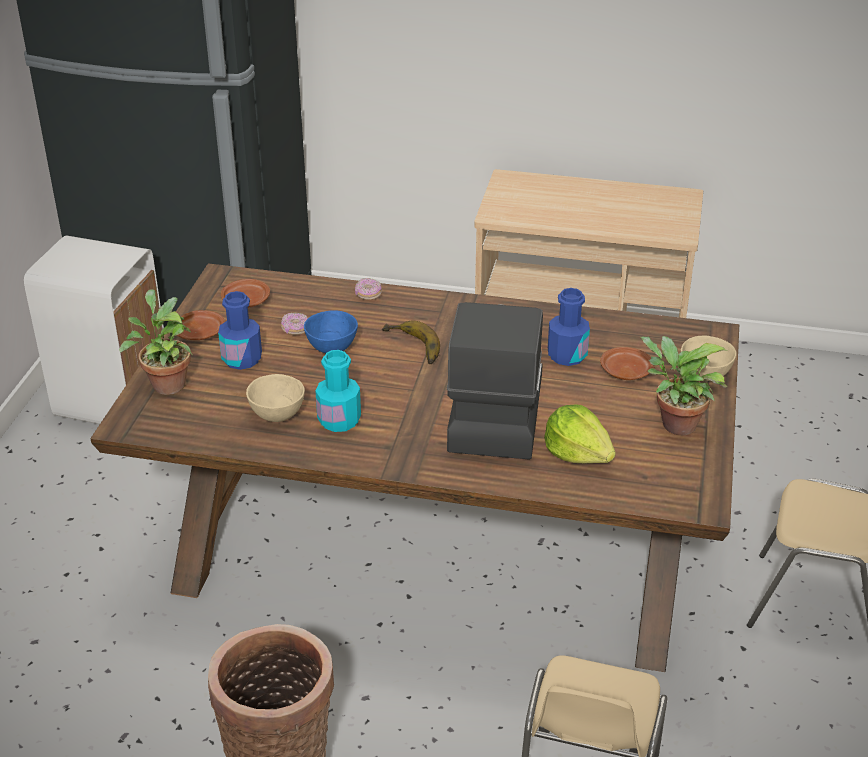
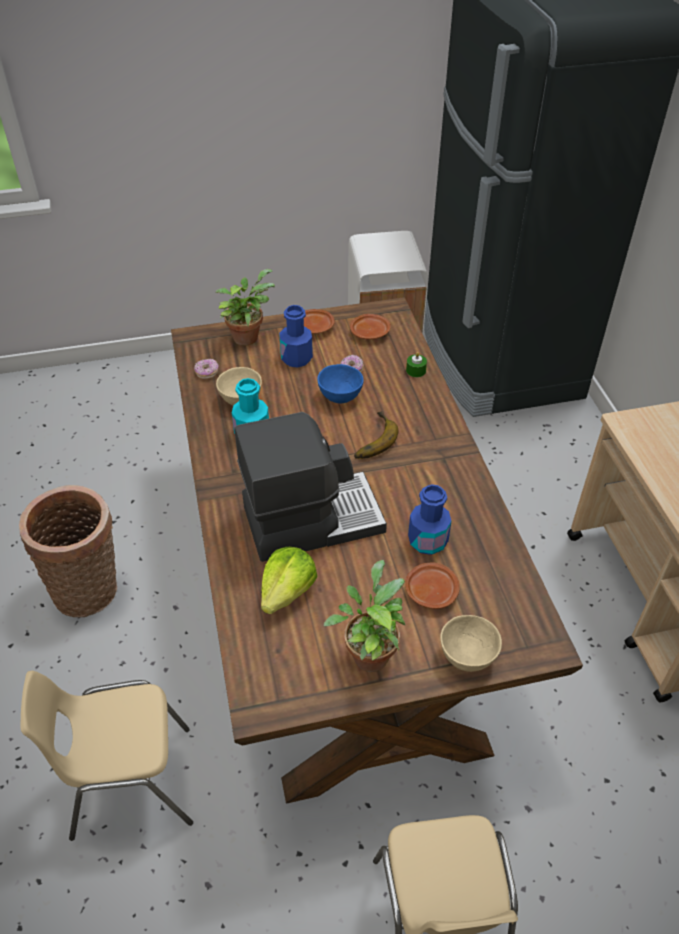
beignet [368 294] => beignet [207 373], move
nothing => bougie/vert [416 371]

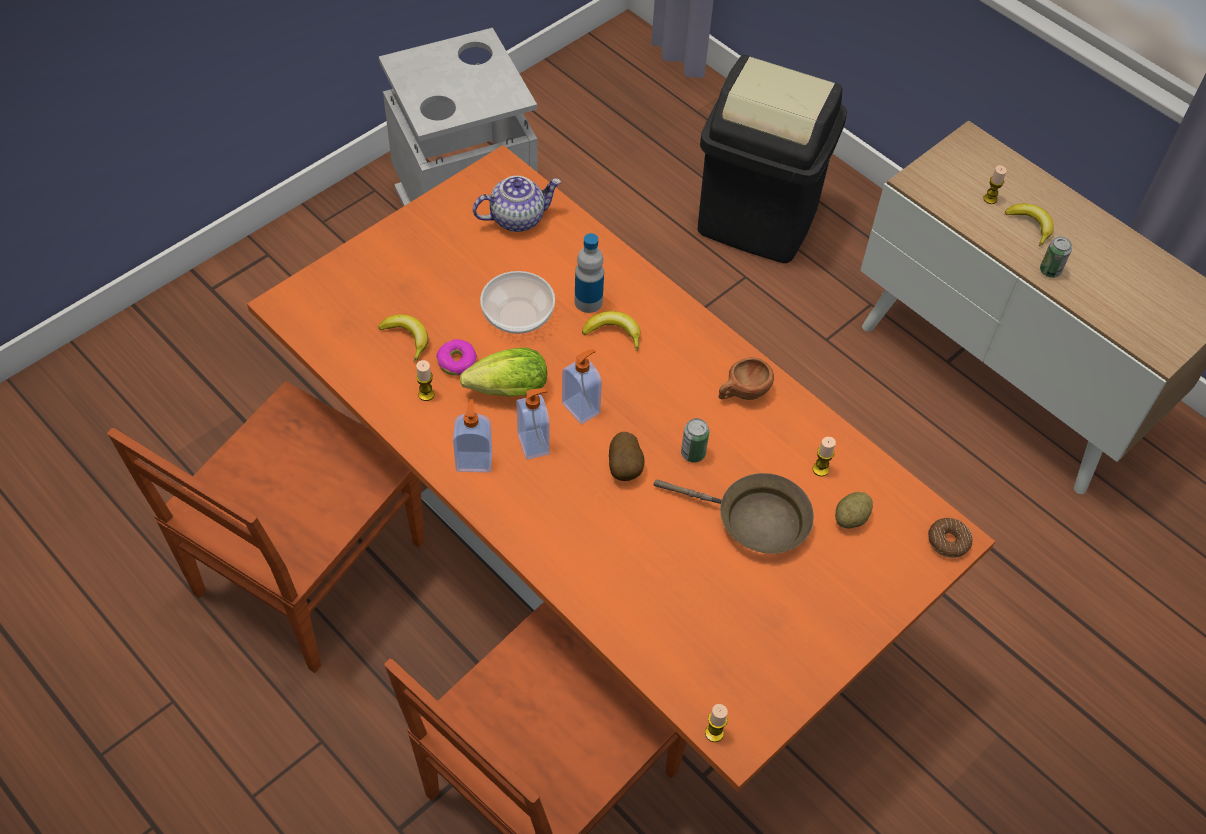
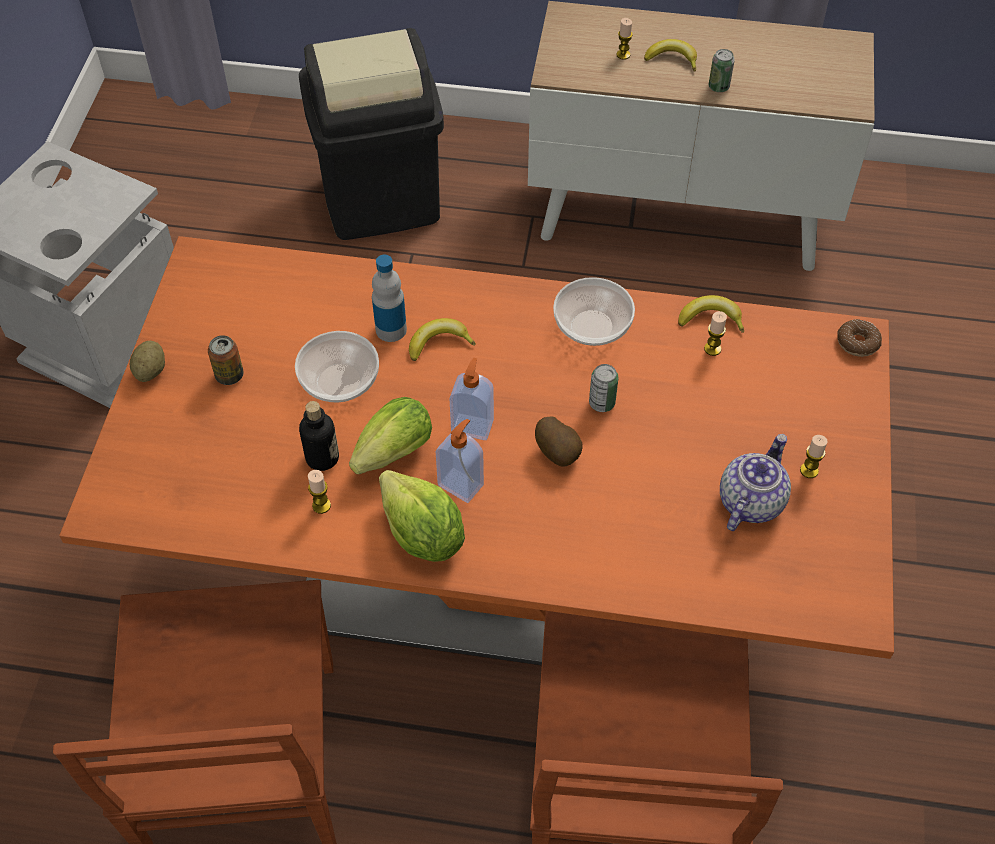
pomme de terre [851 518] => pomme de terre [151 371], move
nothing => boîte métallique [229 375]
beignet [457 362] => bouteille [322 458]
distributeur de savon [474 460] => laitue [422 535]
tasse/marron [742 393] => bol [593 326]
banane [407 338] => banane [710 318], move
théière [517 218] => théière [750 501], move
bougie [714 733] => bougie [809 470], move
poêle/marron [754 520] => nothing

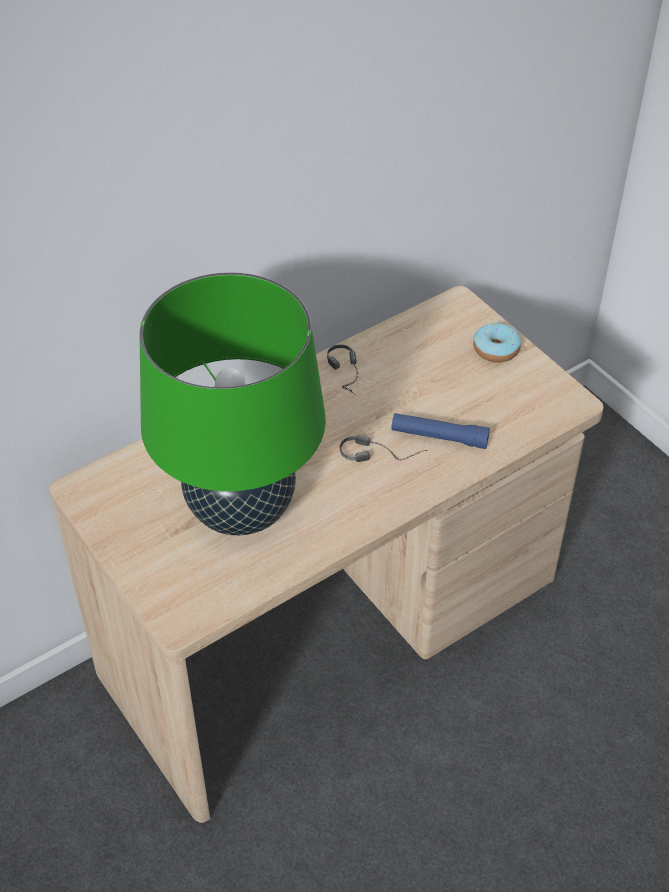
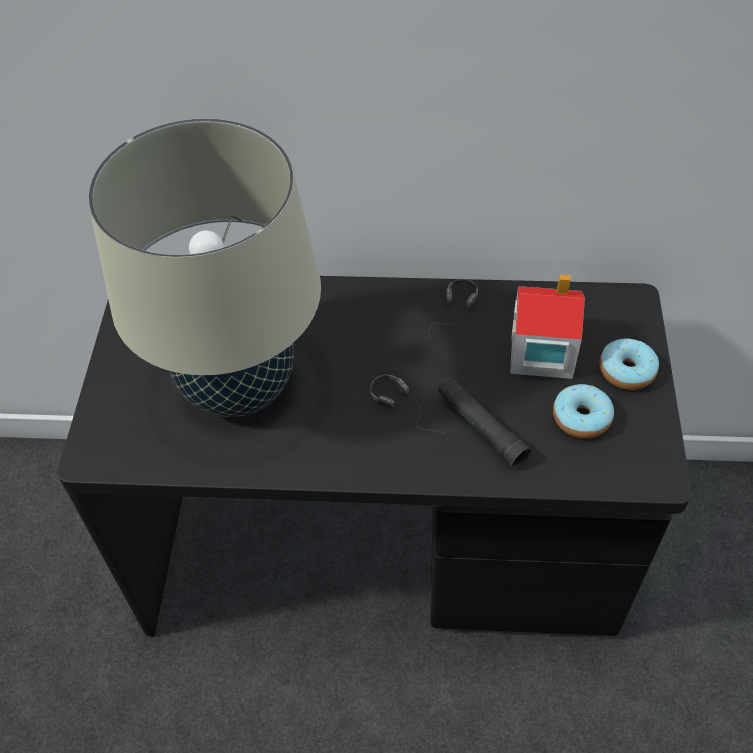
bureau/beige [333 630] => bureau/noir [383 546]
lampe de table/vert [240 509] => lampe de table/beige [238 386]
lampe de poche/bleu [439 437] => lampe de poche/noir [481 427]
nothing => maison miniature [540 352]
nothing => beignet [581 418]

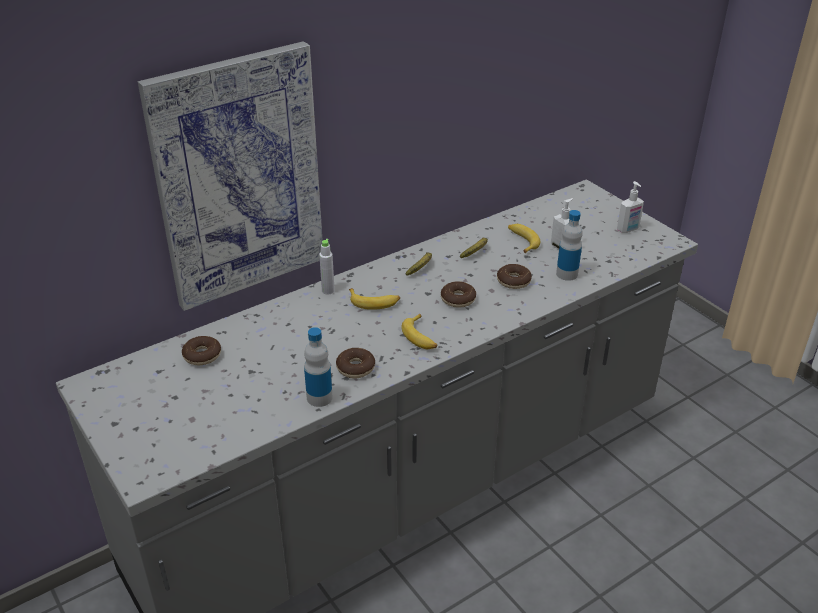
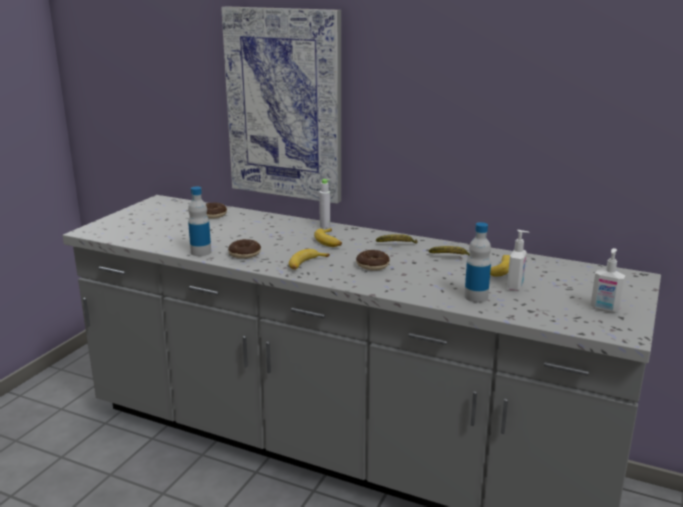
beignet [513 281] => nothing

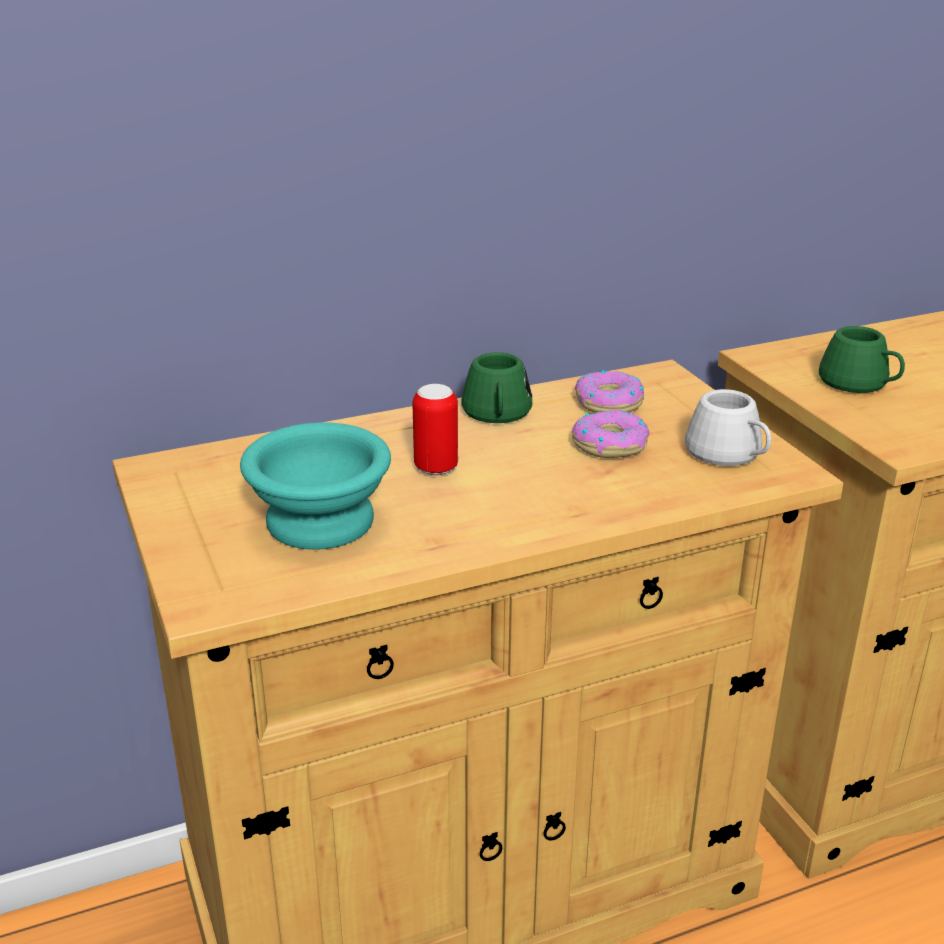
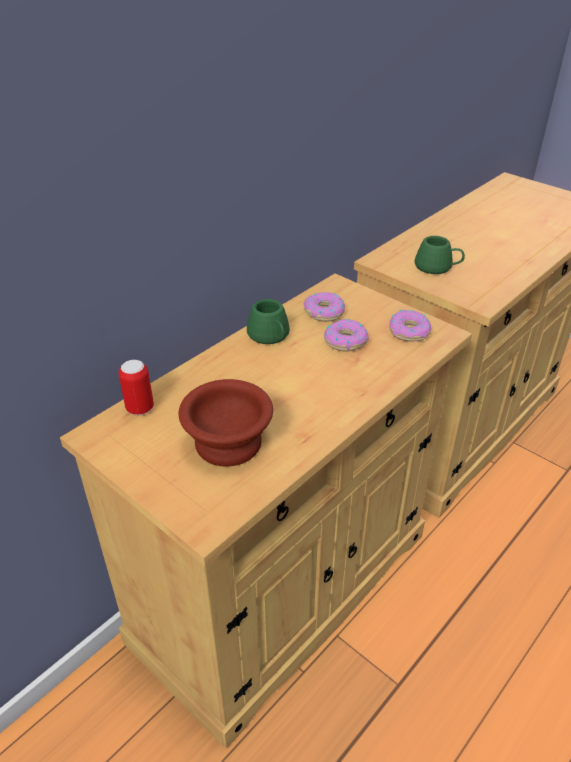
boîte métallique [436 468] => boîte métallique [140 408], move
bol/turquoise [325 521] => bol/marron [230 441]
mug/blanc [729 455] => beignet [409 331]

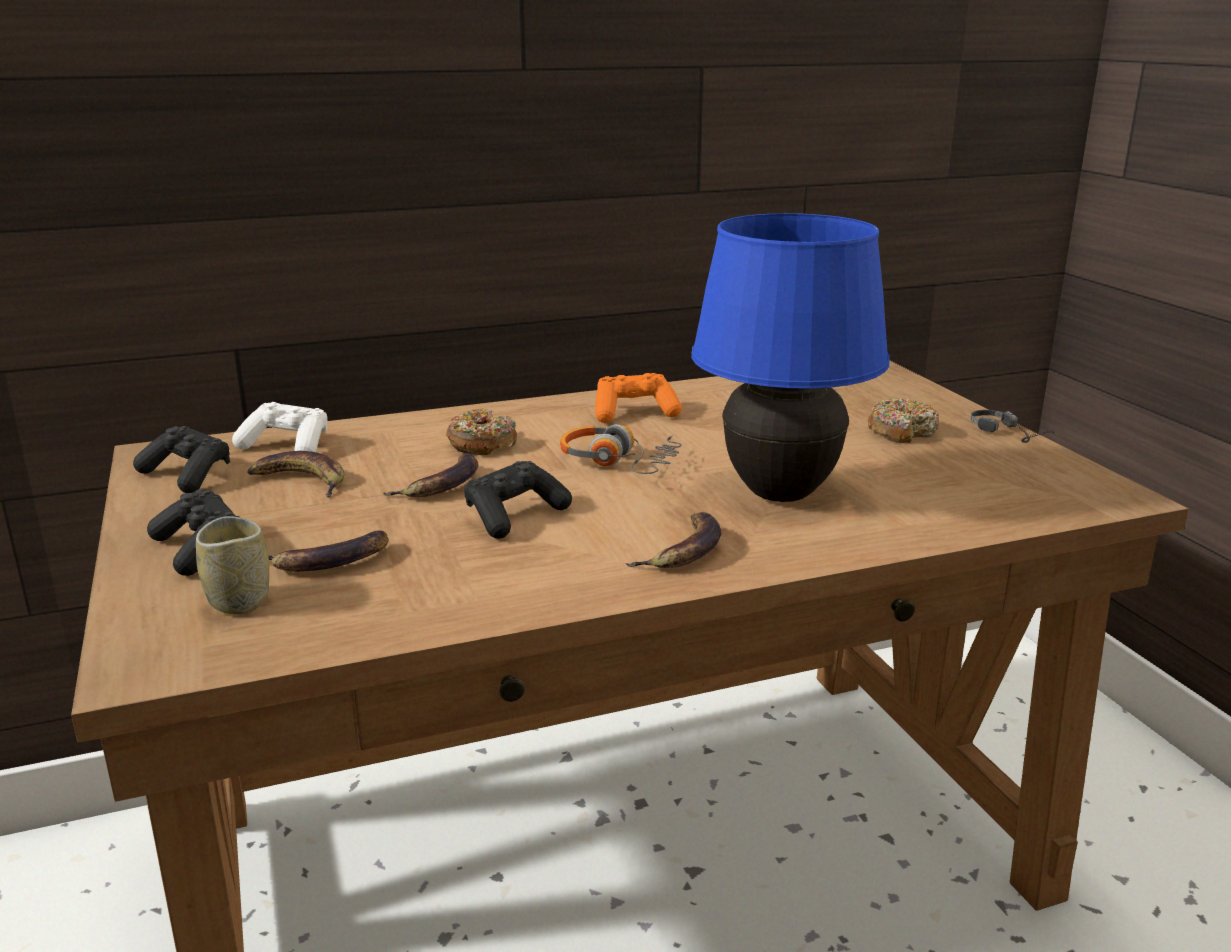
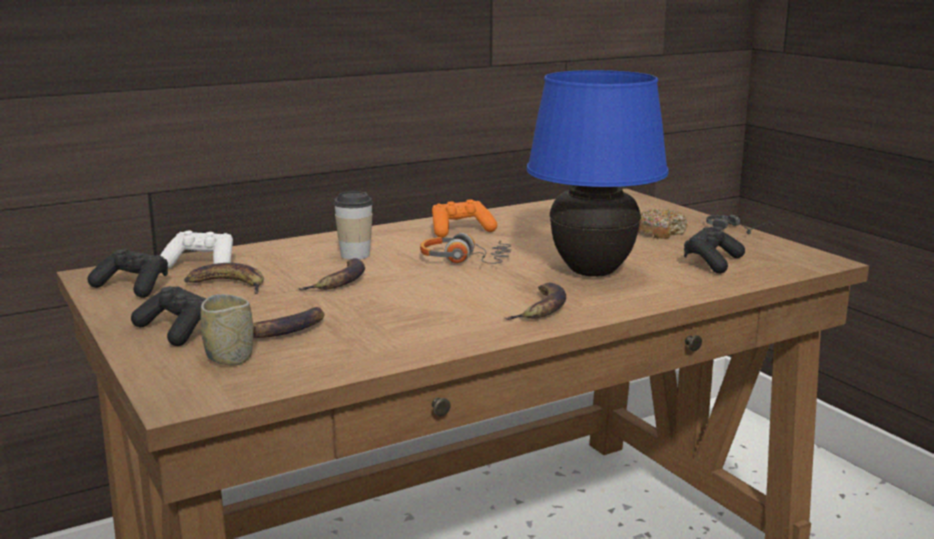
beignet [482 444] => tasse [355 255]
manette/noir [514 516] => manette/noir [712 262], move

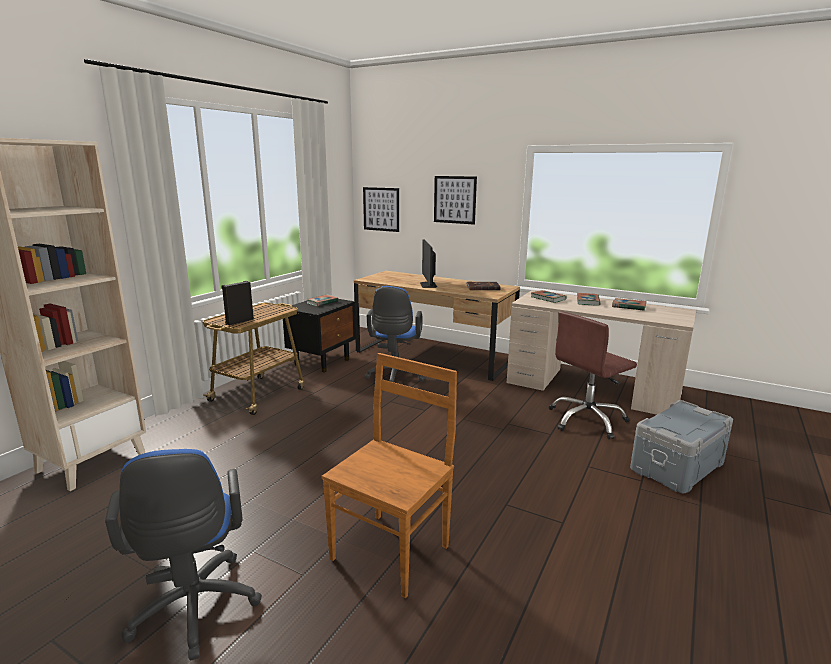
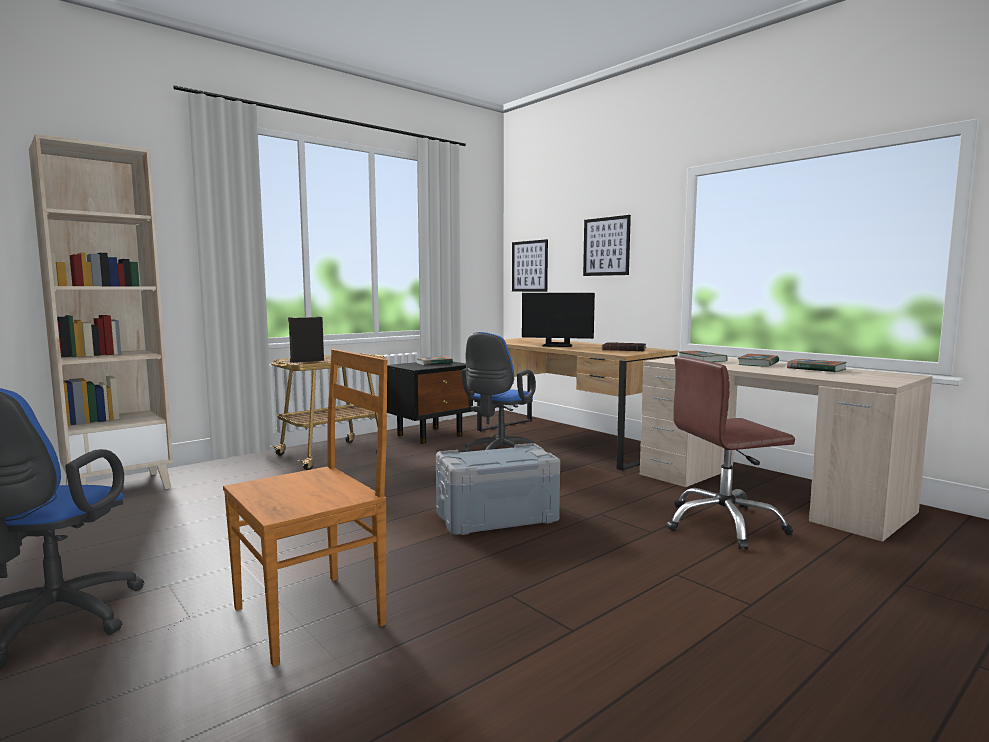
boîte de rangement/gris [678 467] => boîte de rangement/gris [497 517], move
écran d'ordinateur [428 285] => écran d'ordinateur [557 345], 90 degrees counterclockwise

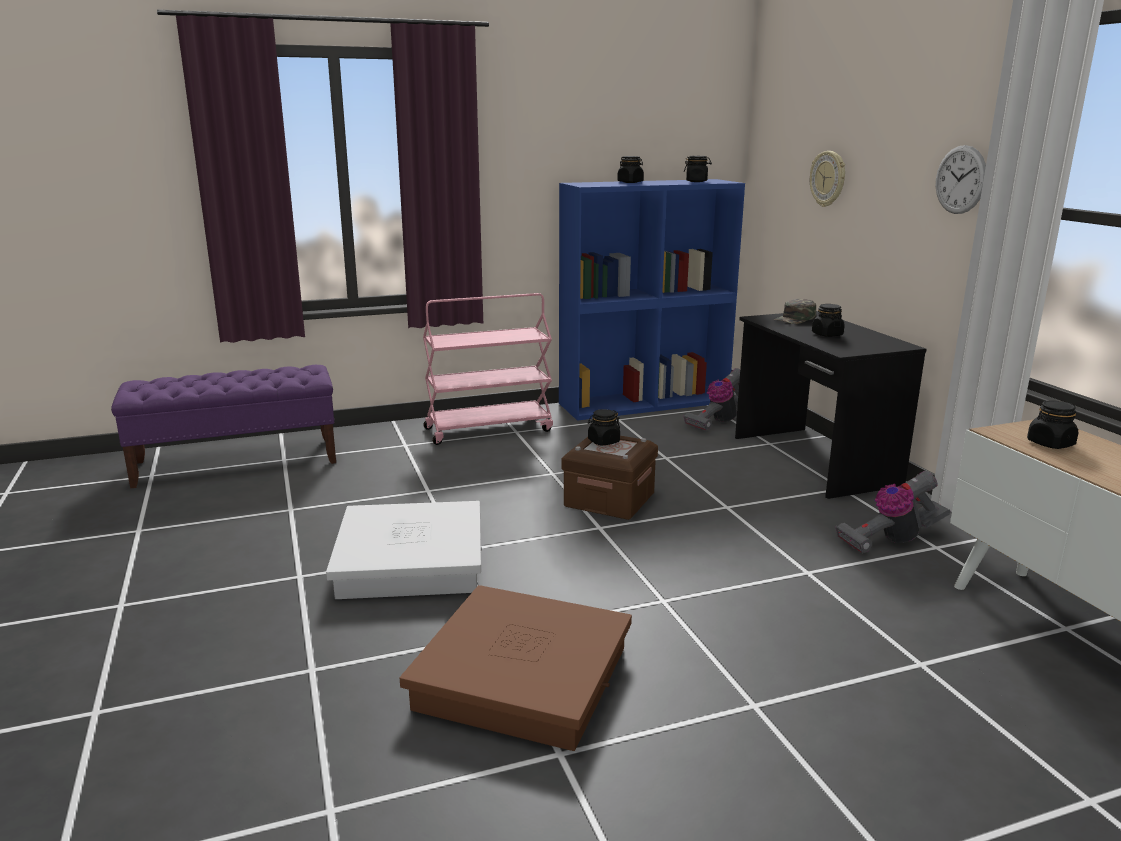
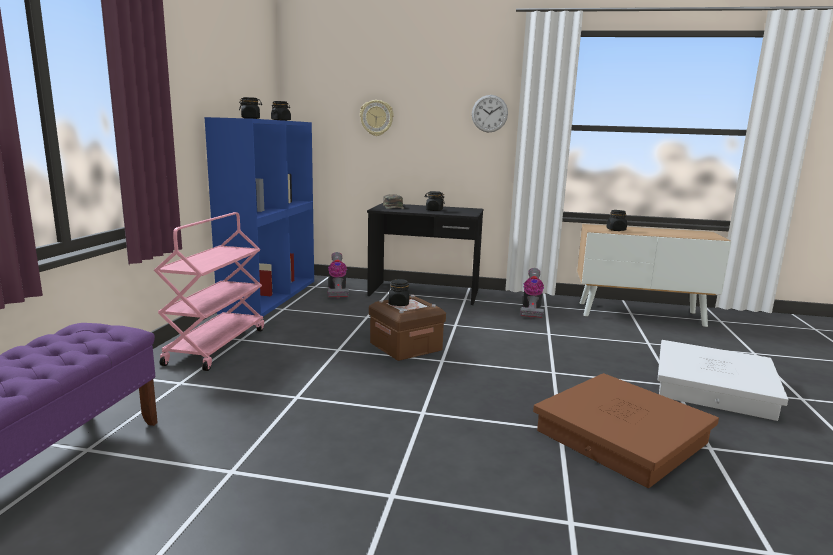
boîte de rangement/blanc [411 561] => boîte de rangement/blanc [714 387], move

